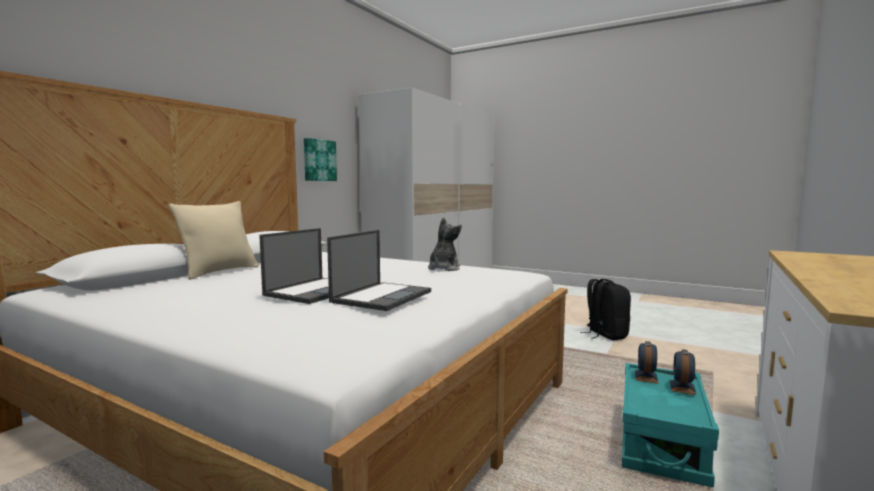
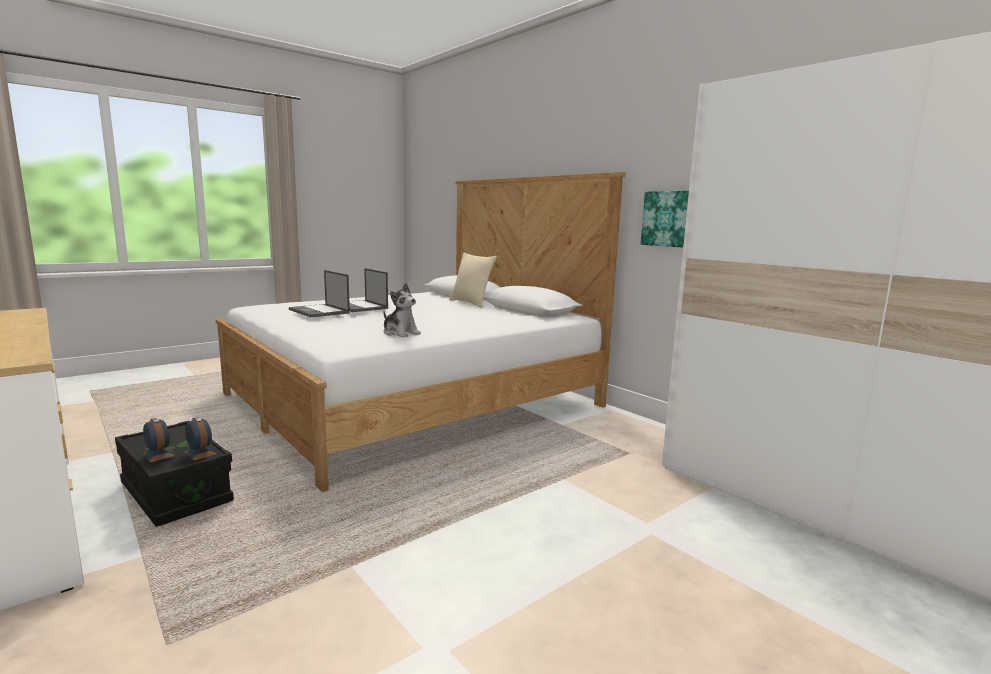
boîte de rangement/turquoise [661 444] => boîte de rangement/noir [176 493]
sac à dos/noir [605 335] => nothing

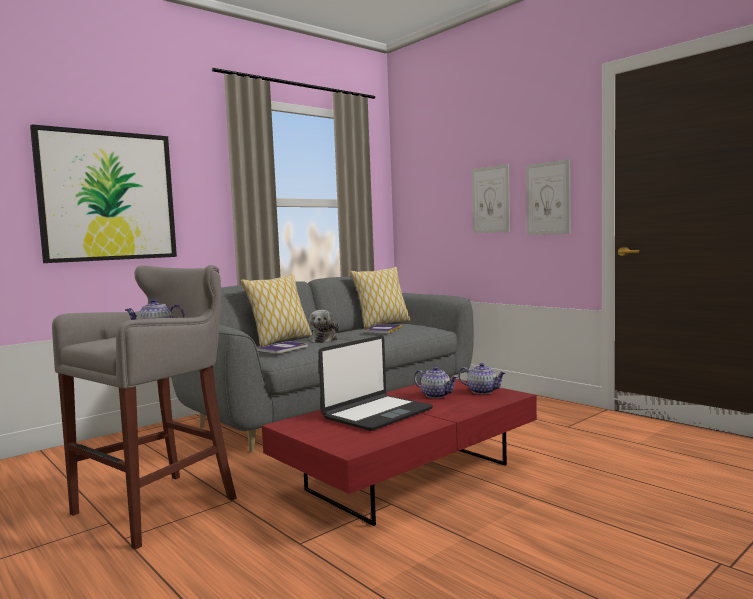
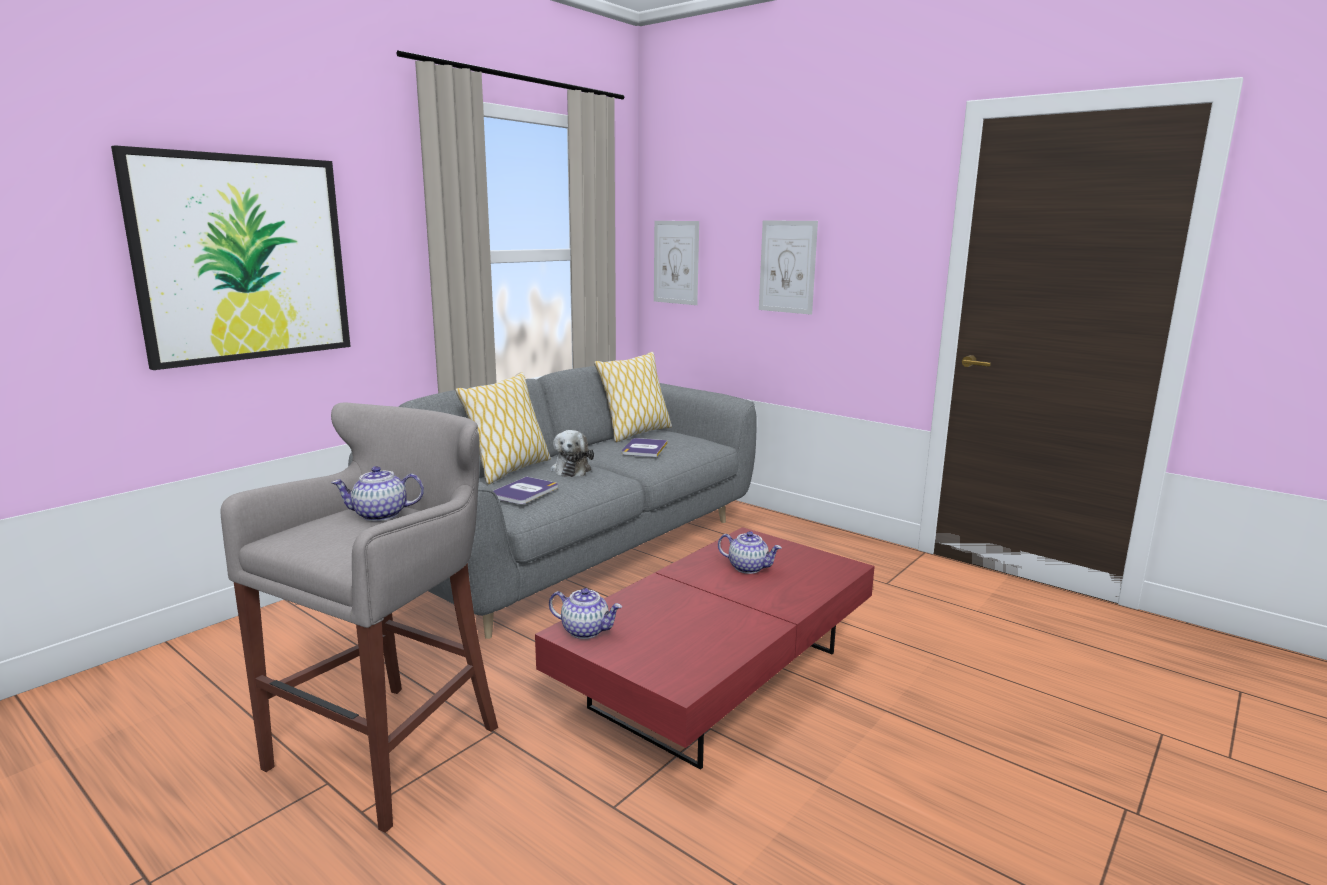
théière [482 391] => théière [586 630], move
tableau [548 198] => tableau [676 262], move
ordinateur portable [377 414] => nothing

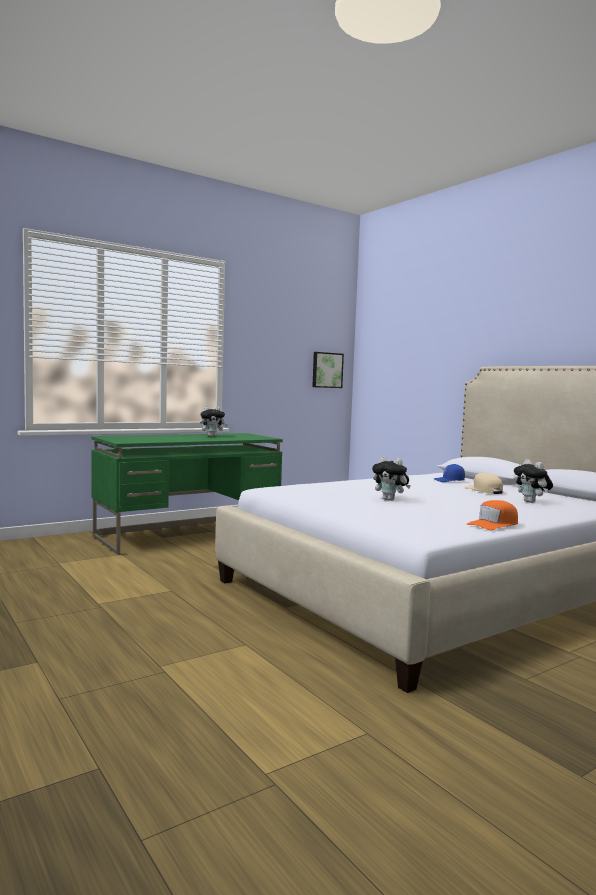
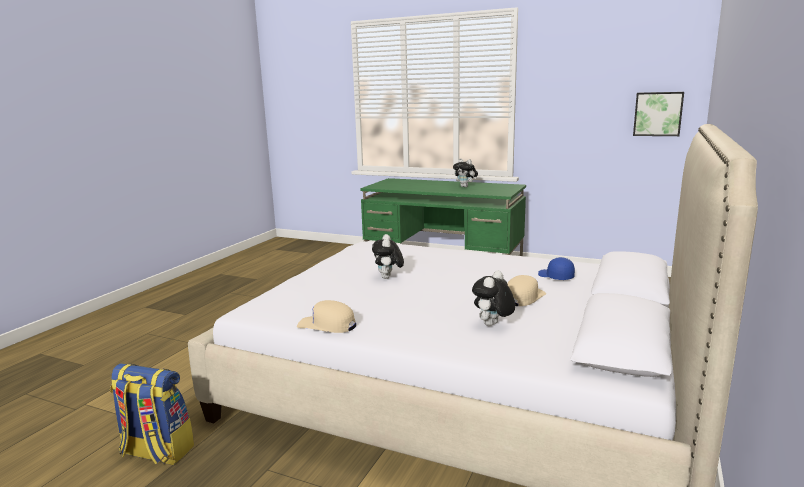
nothing => sac à dos [156 452]
casquette/orange [493 524] => casquette/beige [327 325]

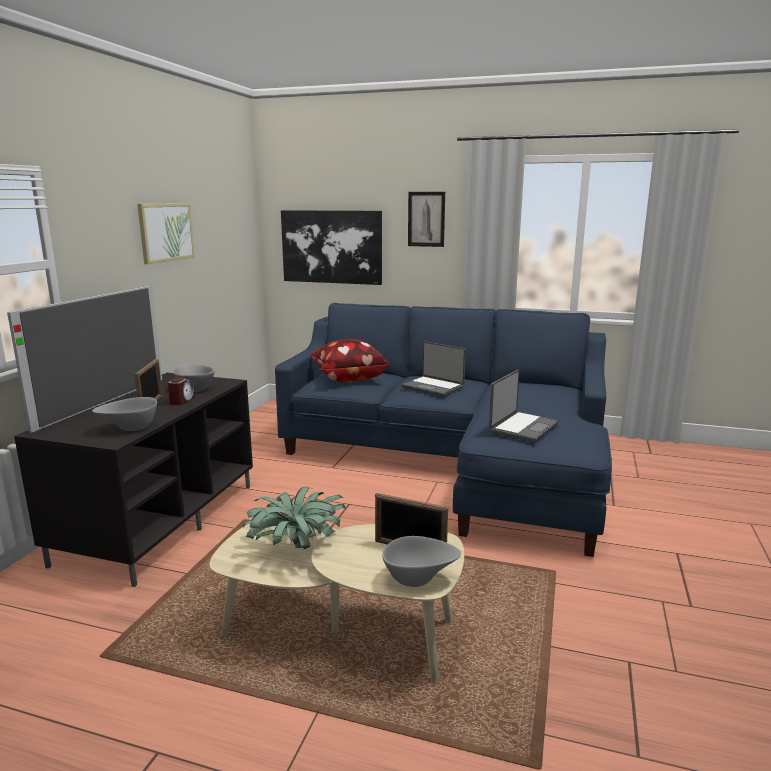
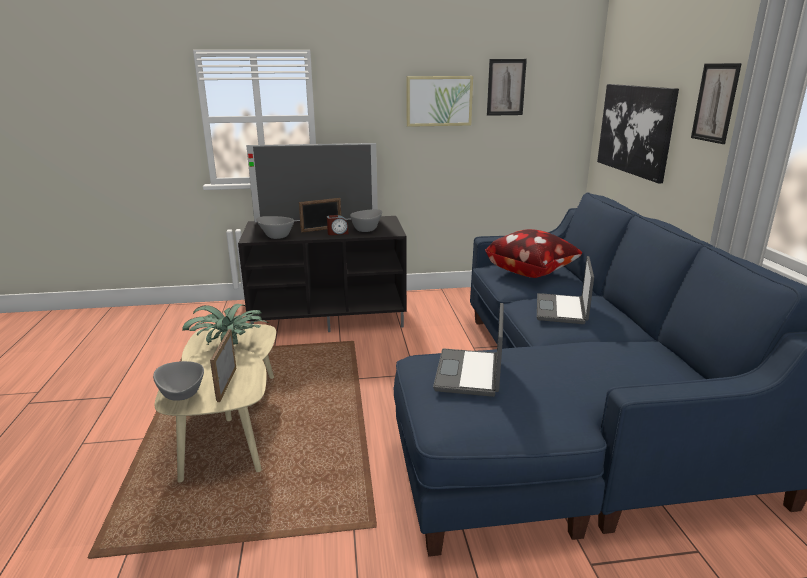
ordinateur portable [522 427] => ordinateur portable [470 373], 90 degrees clockwise
nothing => tableau [506 87]

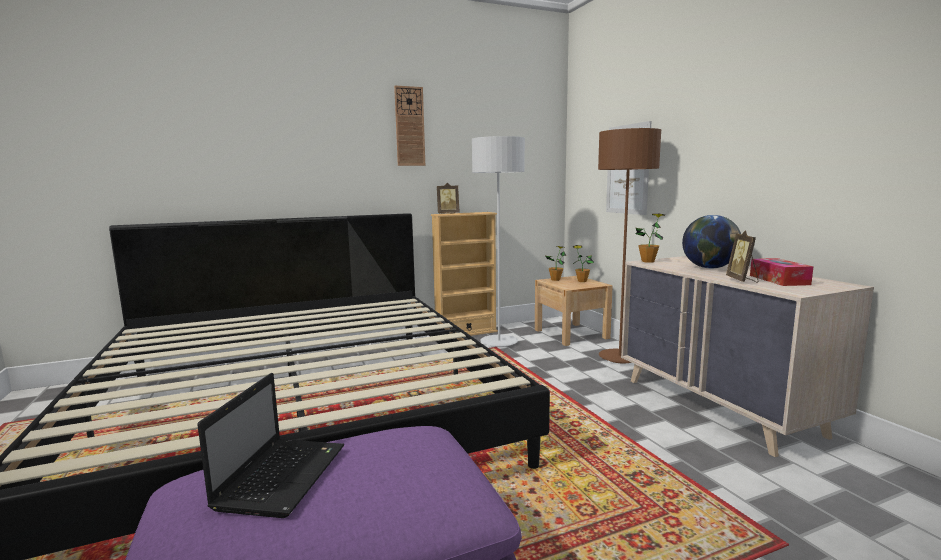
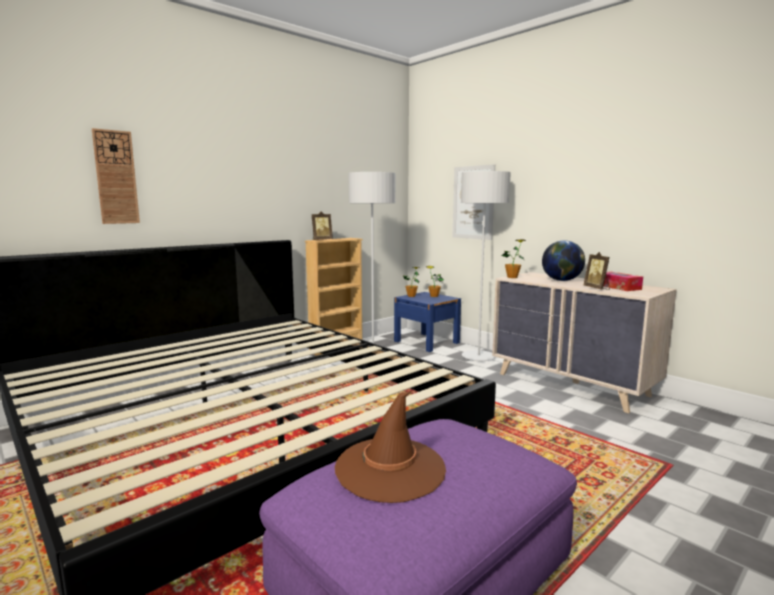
horloge murale [409 126] => horloge murale [116 177], move
ordinateur portable [283 475] => chapeau/marron [390 469]
table de chevet/beige [571 334] => table de chevet/bleu [426 342]
lampadaire/marron [619 358] => lampadaire/gris [478 357]

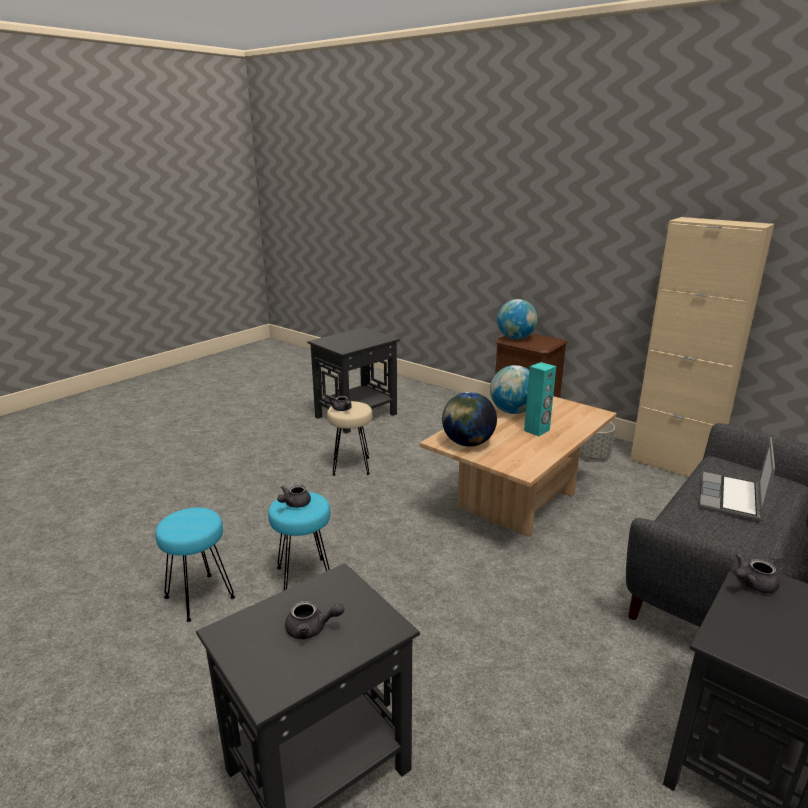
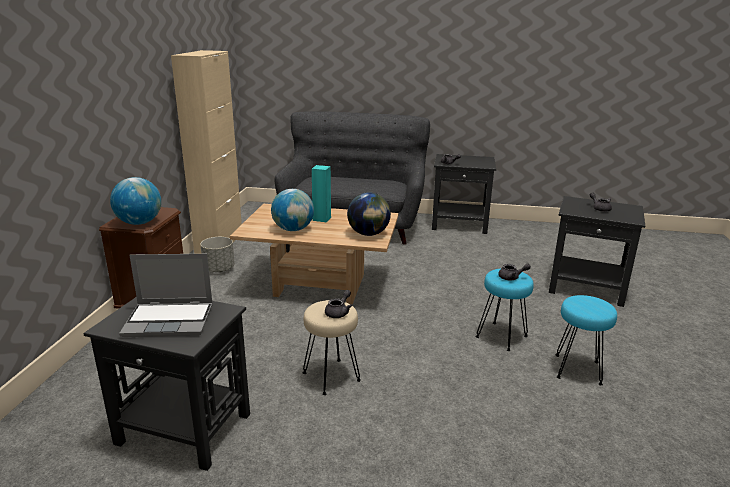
ordinateur portable [731 498] => ordinateur portable [170 320], move

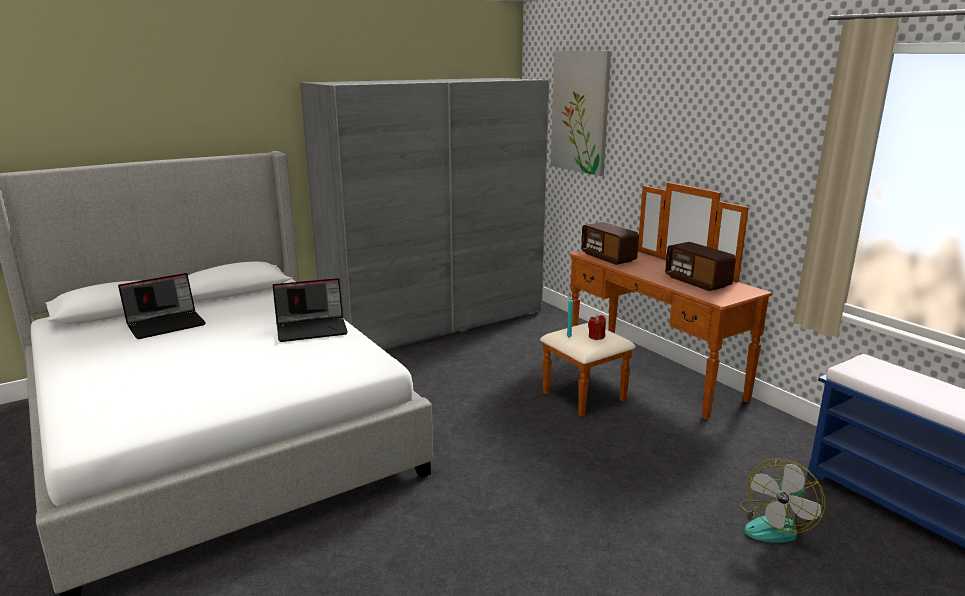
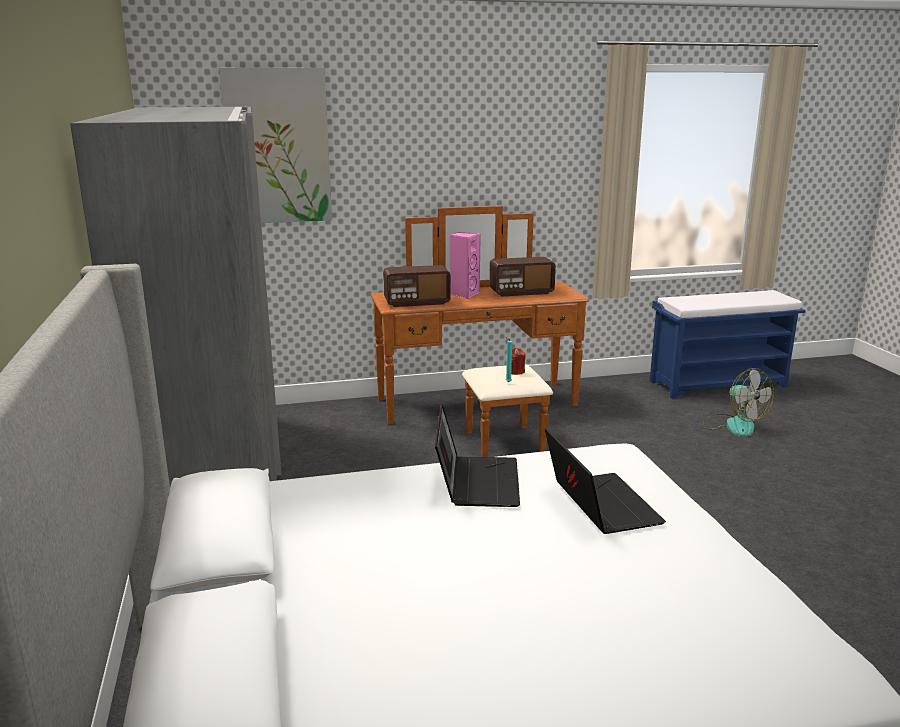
nothing => enceinte/rose [464 294]
ordinateur portable [167 324] => ordinateur portable [598 504], move

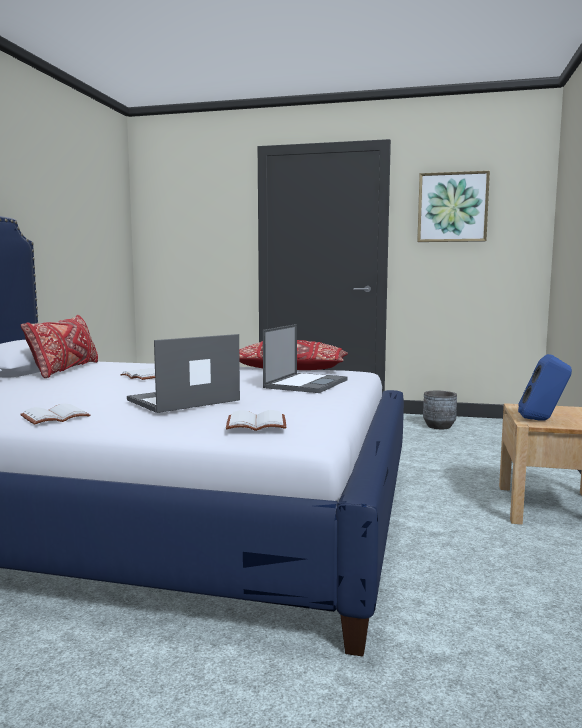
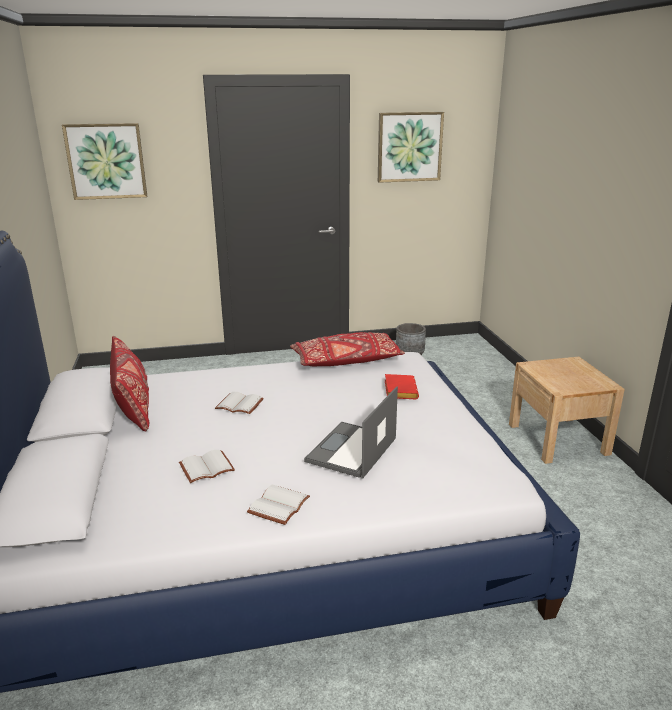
nothing => tableau [106 161]
livre/blanc [257 423] => livre/blanc [207 467], move
ordinateur portable [306 383] => livre/rouge [399 390]
enceinte/bleu [542 420] => nothing

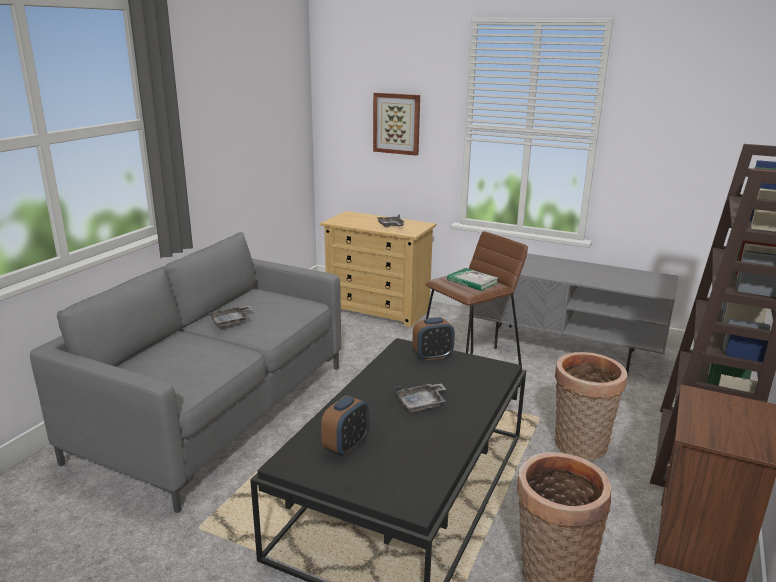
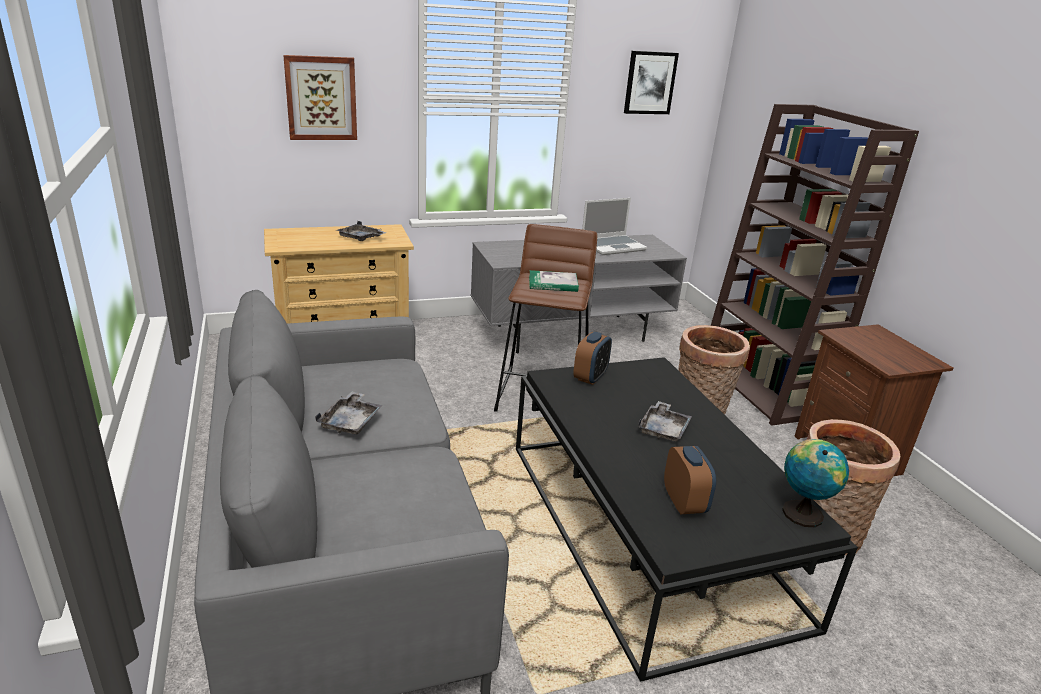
nothing => ordinateur portable [613 246]
nothing => tableau [650 83]
nothing => globe [802 512]

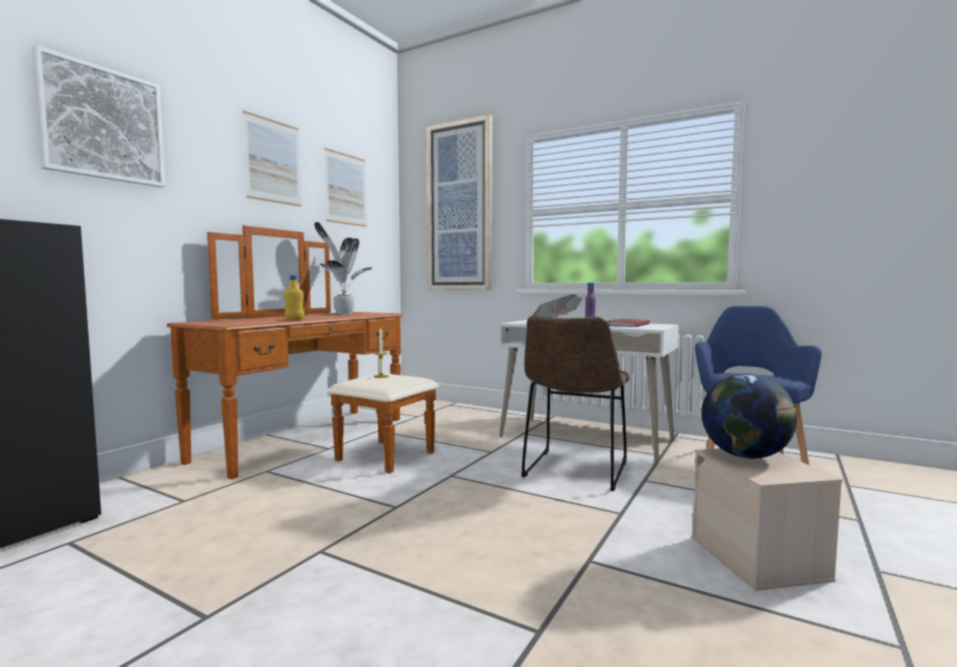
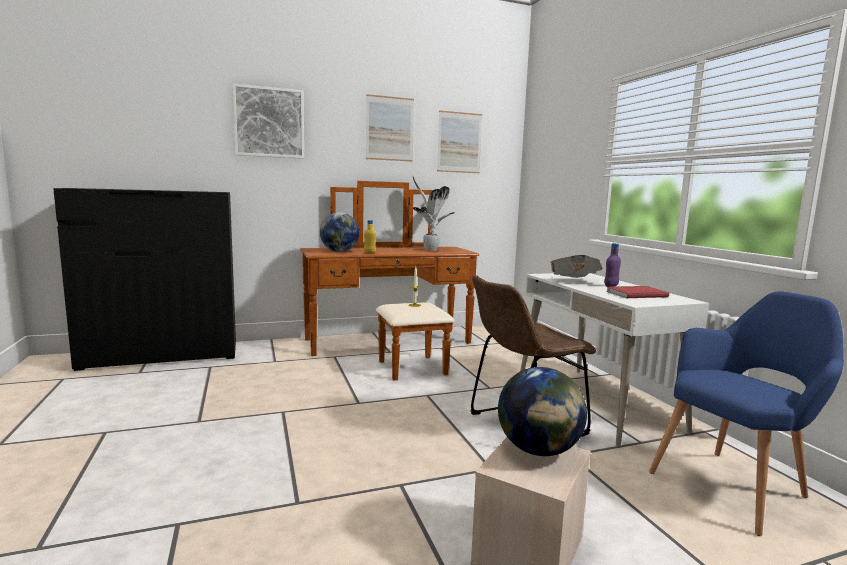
nothing => globe [339 251]
tableau [460 207] => nothing

